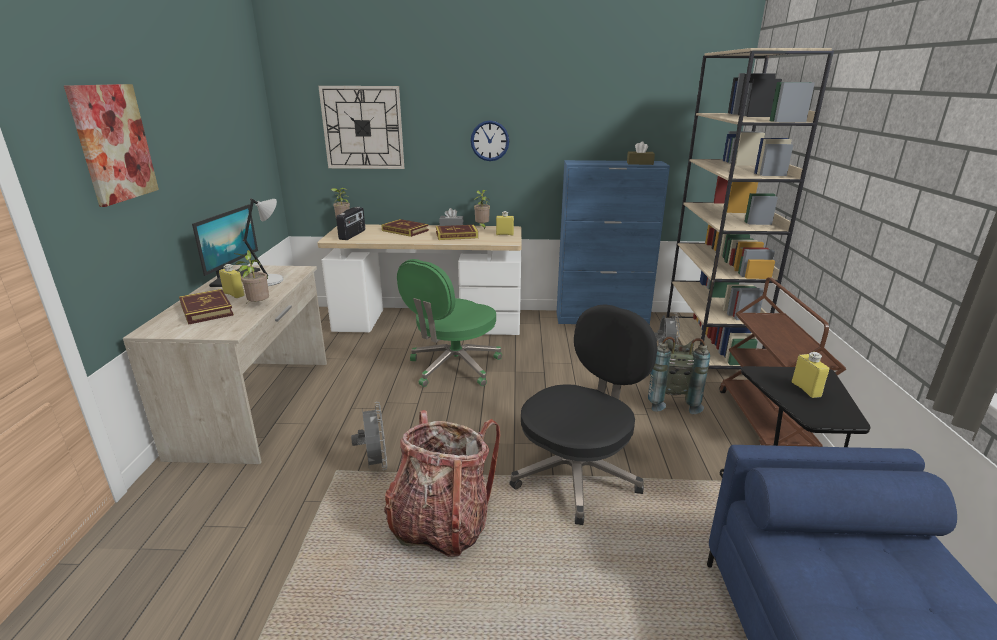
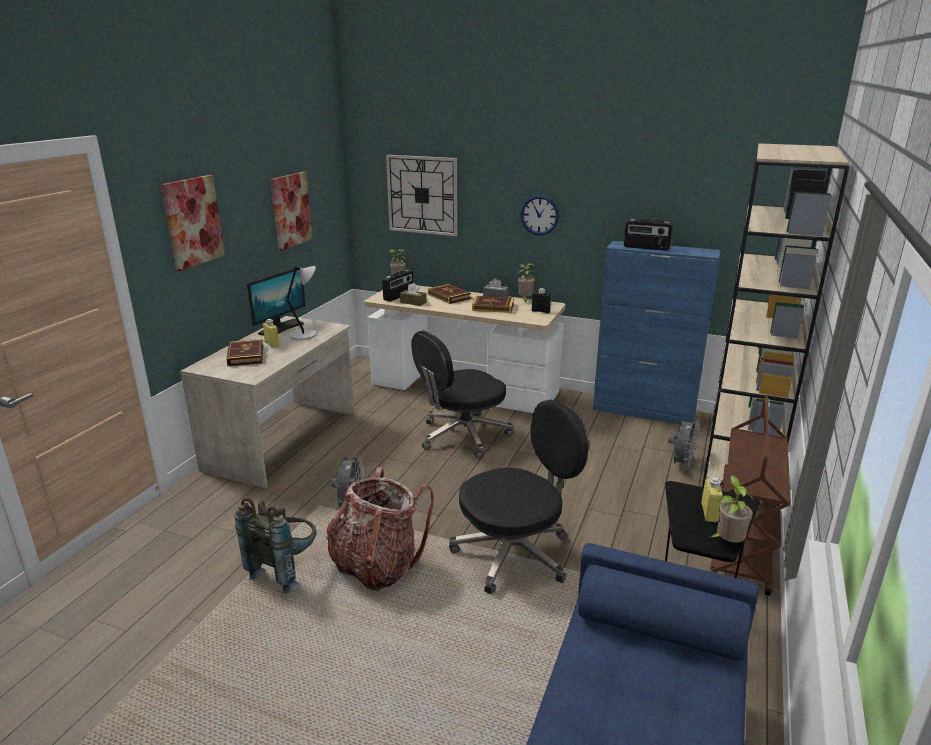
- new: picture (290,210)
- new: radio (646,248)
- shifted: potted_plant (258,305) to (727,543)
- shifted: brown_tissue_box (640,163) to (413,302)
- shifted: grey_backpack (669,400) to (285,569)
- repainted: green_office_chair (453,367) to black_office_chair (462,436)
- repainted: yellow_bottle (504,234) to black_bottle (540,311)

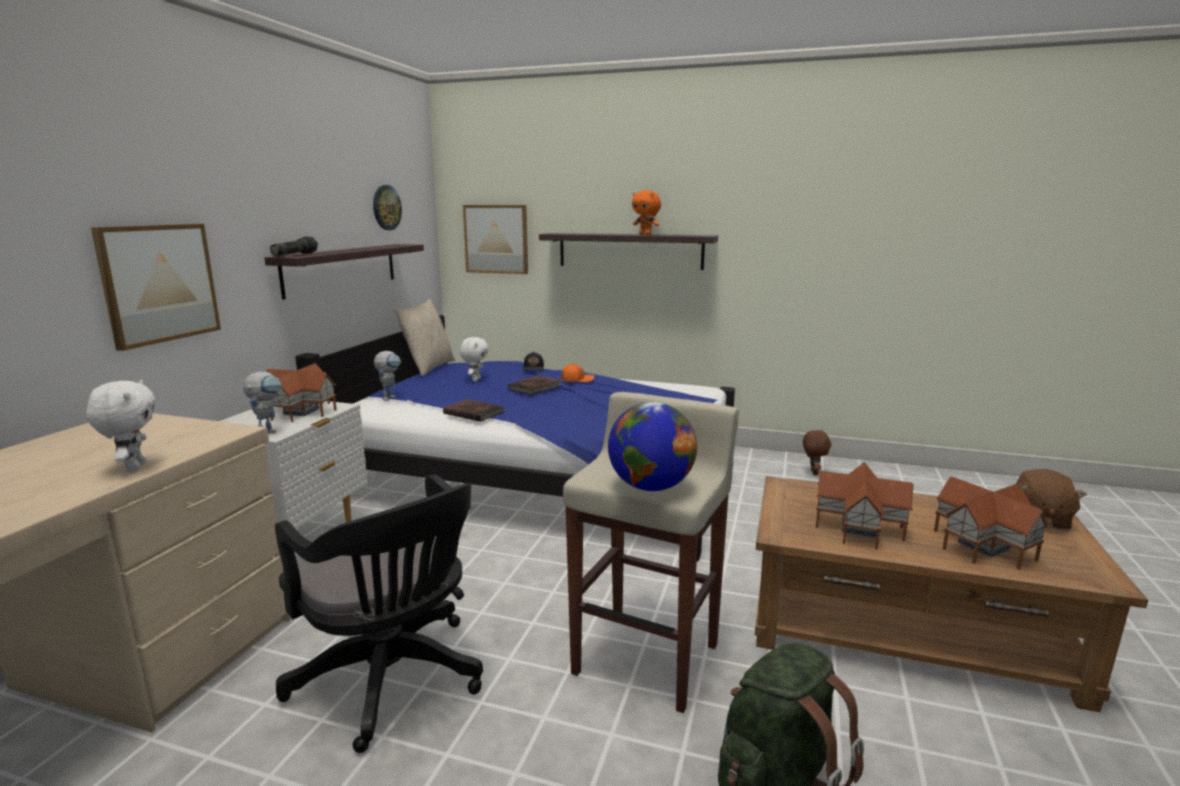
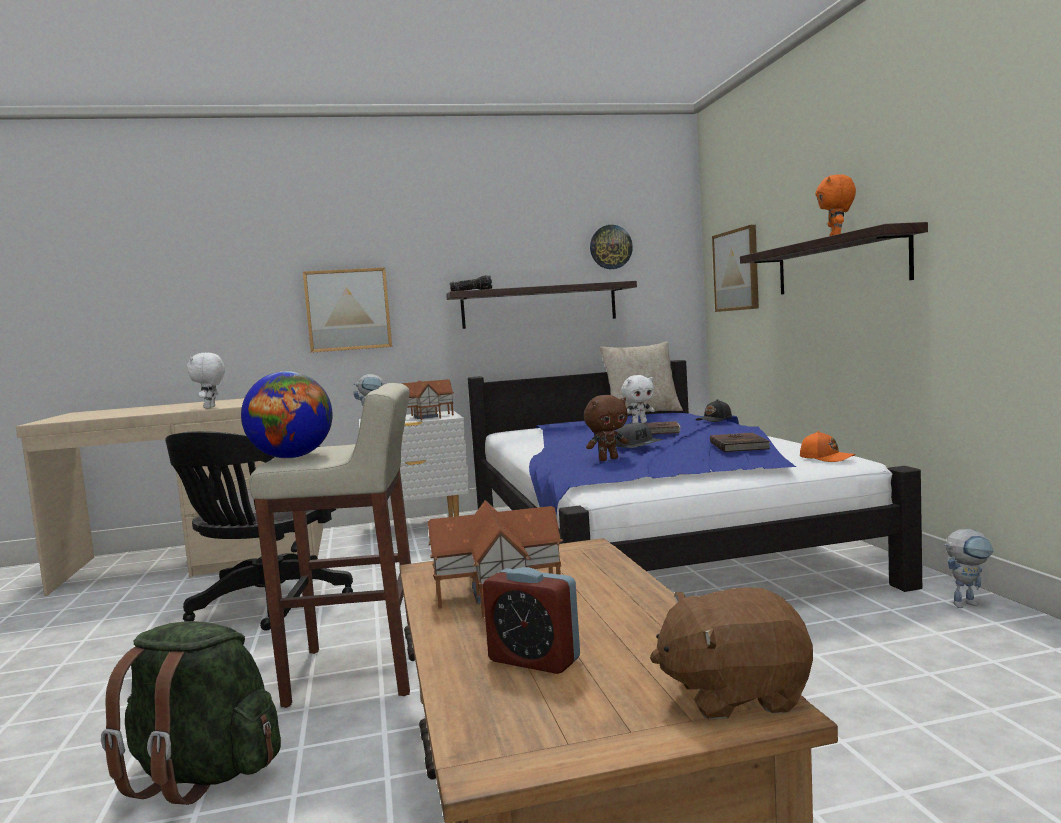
- new: grey_cap (638,446)
- shifted: toy_robot (390,397) to (969,603)
- shifted: brown_book (473,412) to (740,445)
- shifted: orange_cap (577,379) to (826,458)
- shifted: brown_plush_toy (813,472) to (608,459)
- swapped: toy_house (983,544) to alarm_clock (534,660)
- rotated: white_plush_toy (134,467) = (210,407) 135 degrees clockwise

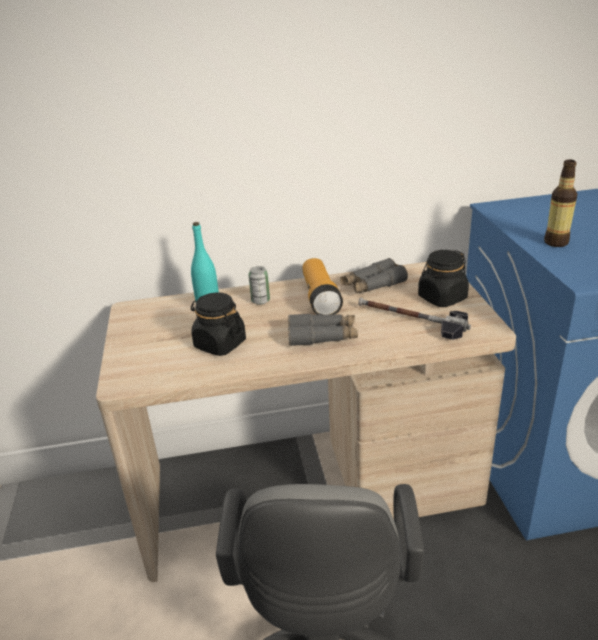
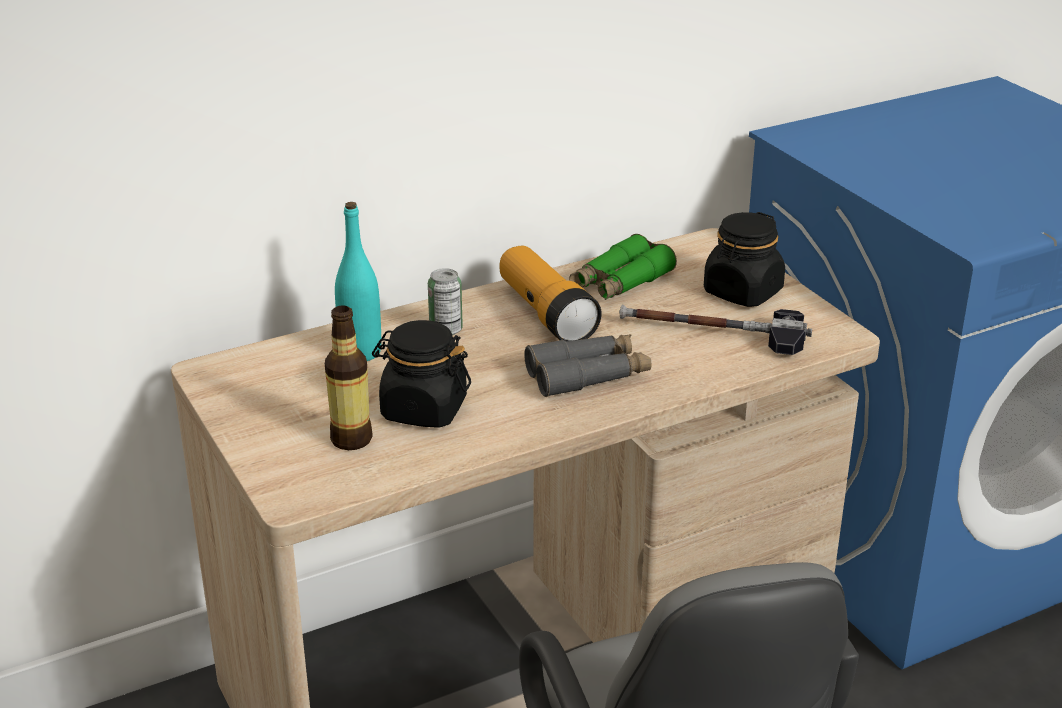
- shifted: bottle (556,242) to (351,439)
- repainted: grey_binoculars (373,285) to green_binoculars (620,282)

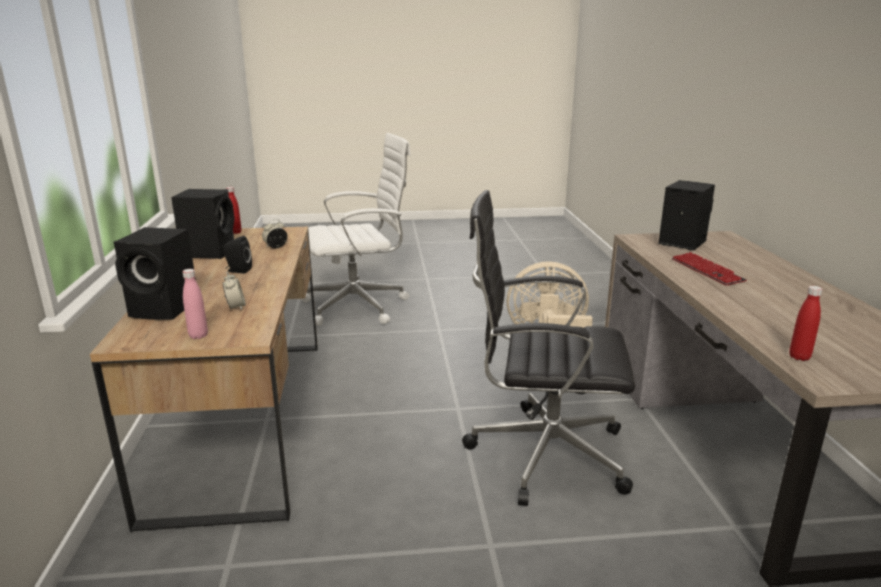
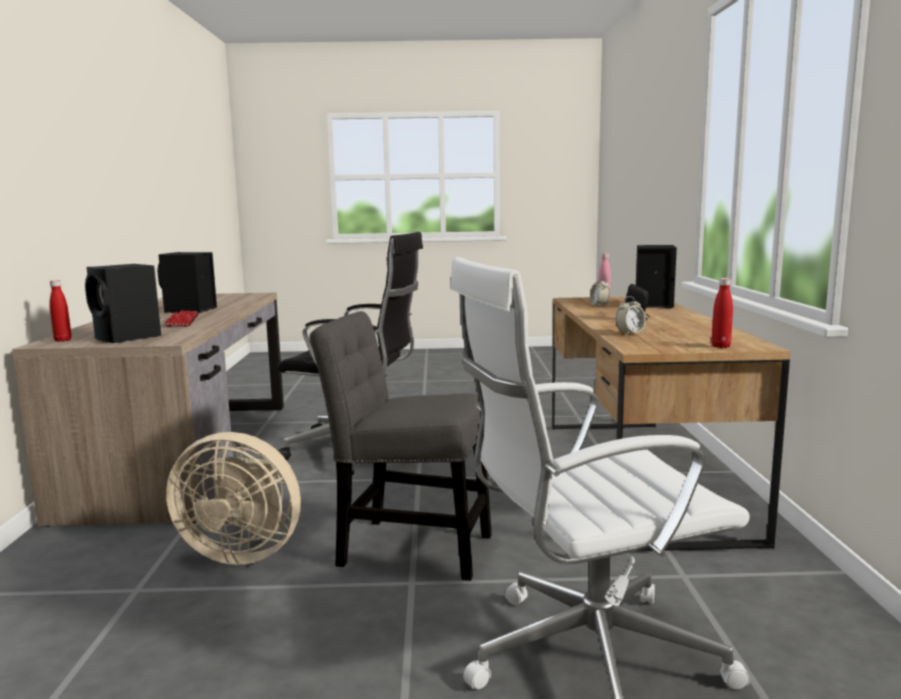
- new: grey_chair (408,548)
- shifted: black_speaker (210,252) to (189,310)
- shifted: red_bottle (799,357) to (63,340)

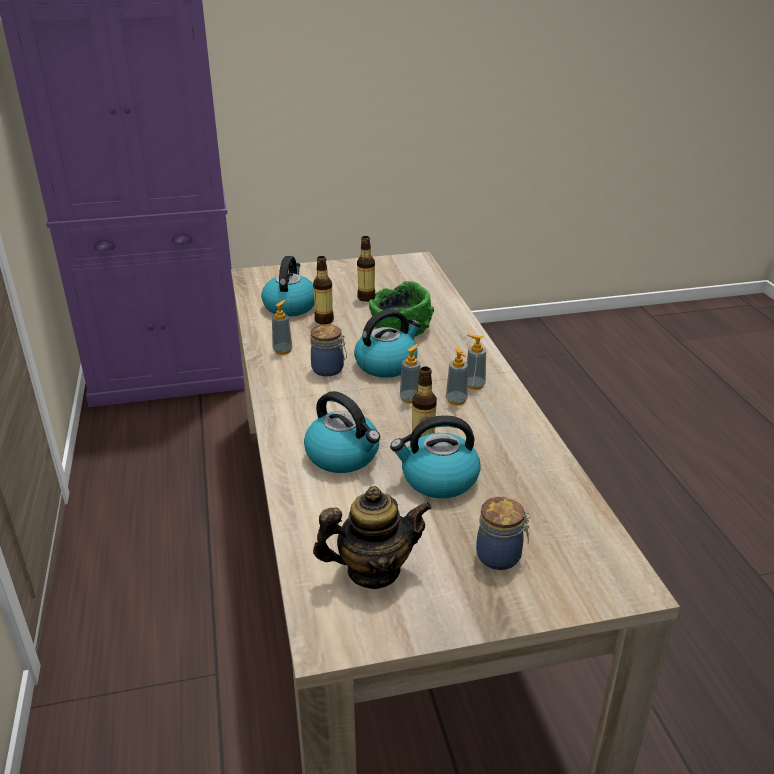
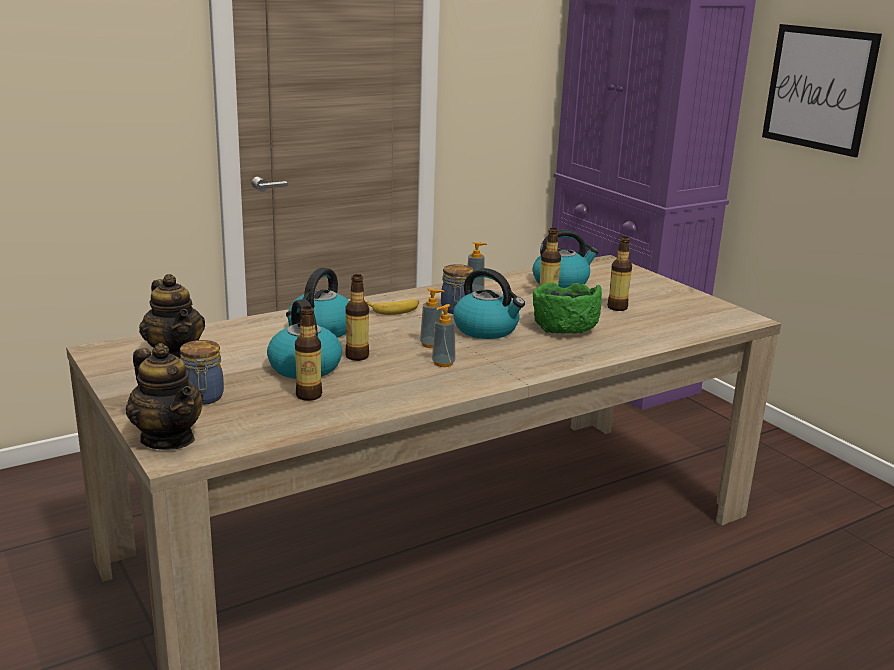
- gone: soap_dispenser (474,385)
- new: teapot (168,439)
- new: bottle (309,395)
- new: banana (394,310)
- new: picture (819,88)

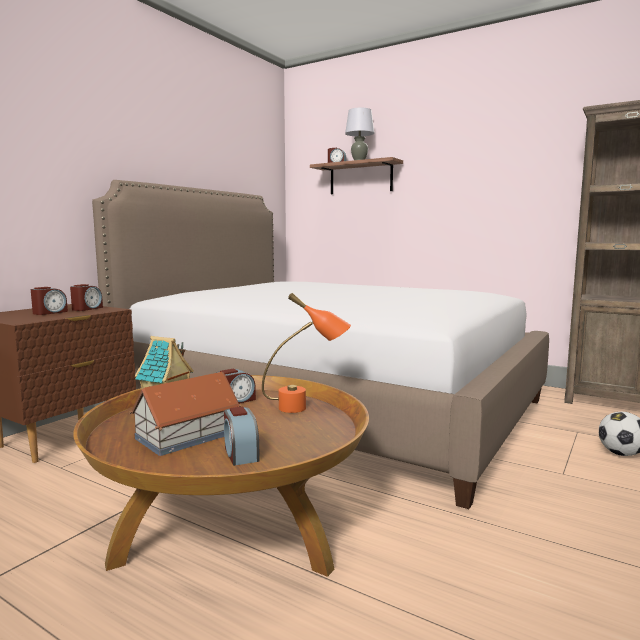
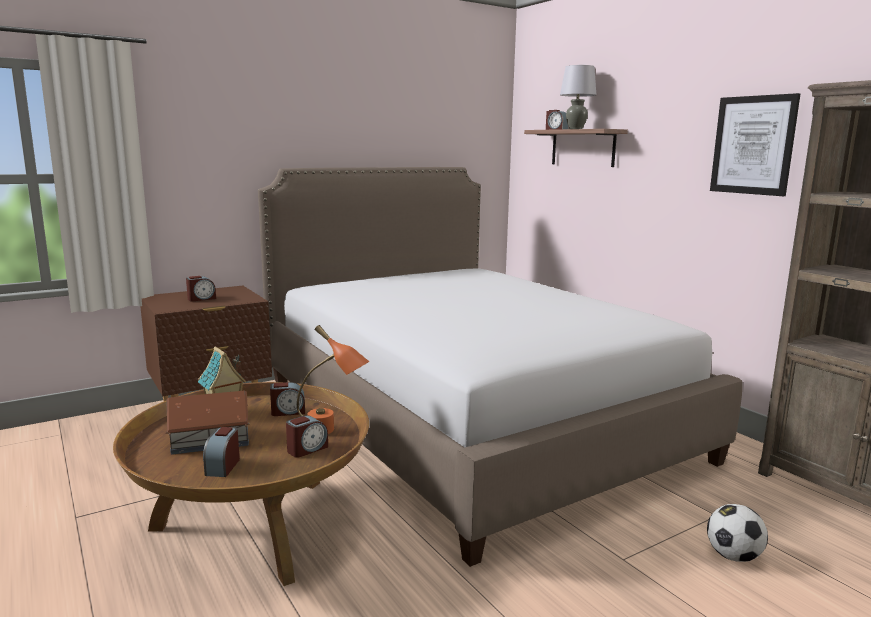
- new: picture (753,145)
- shifted: alarm_clock (87,309) to (307,449)

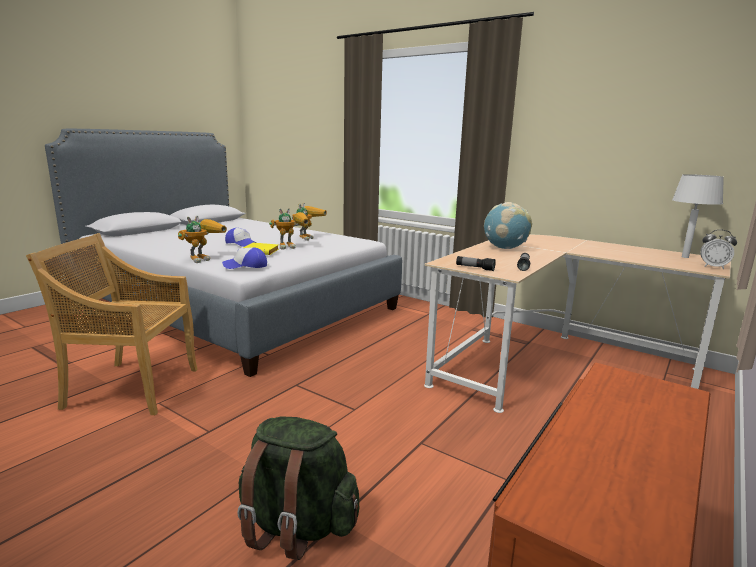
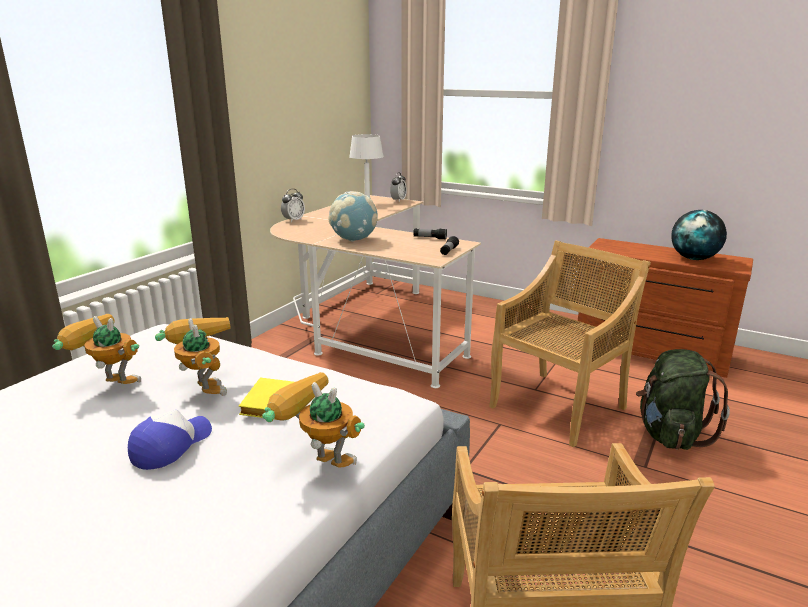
- gone: cap (246,266)
- new: alarm_clock (293,220)
- new: beige_chair (558,406)
- new: globe (694,259)

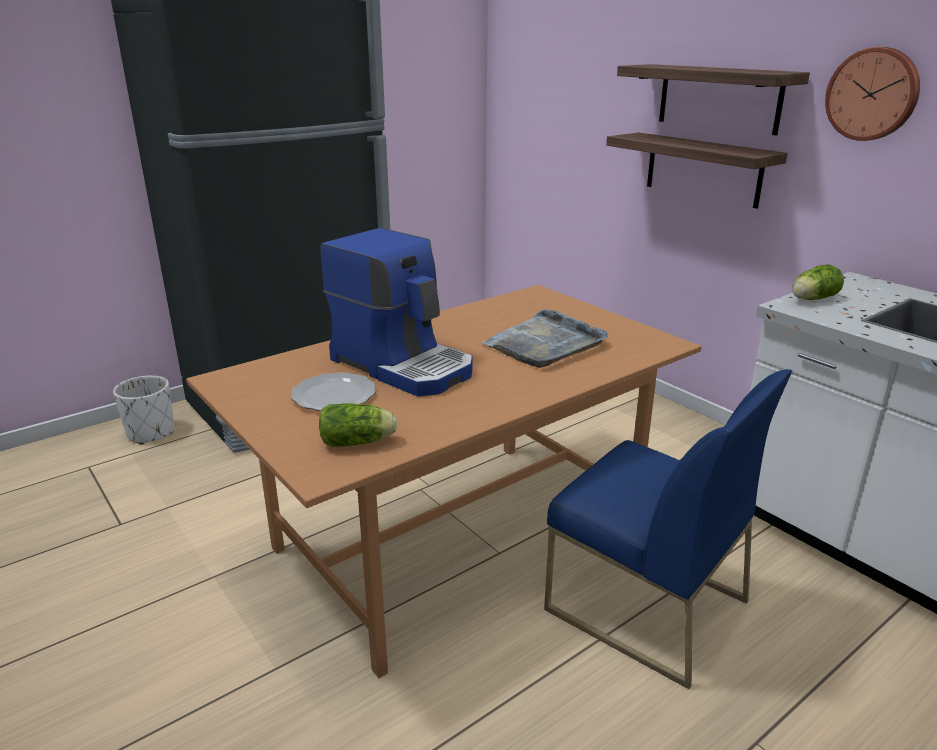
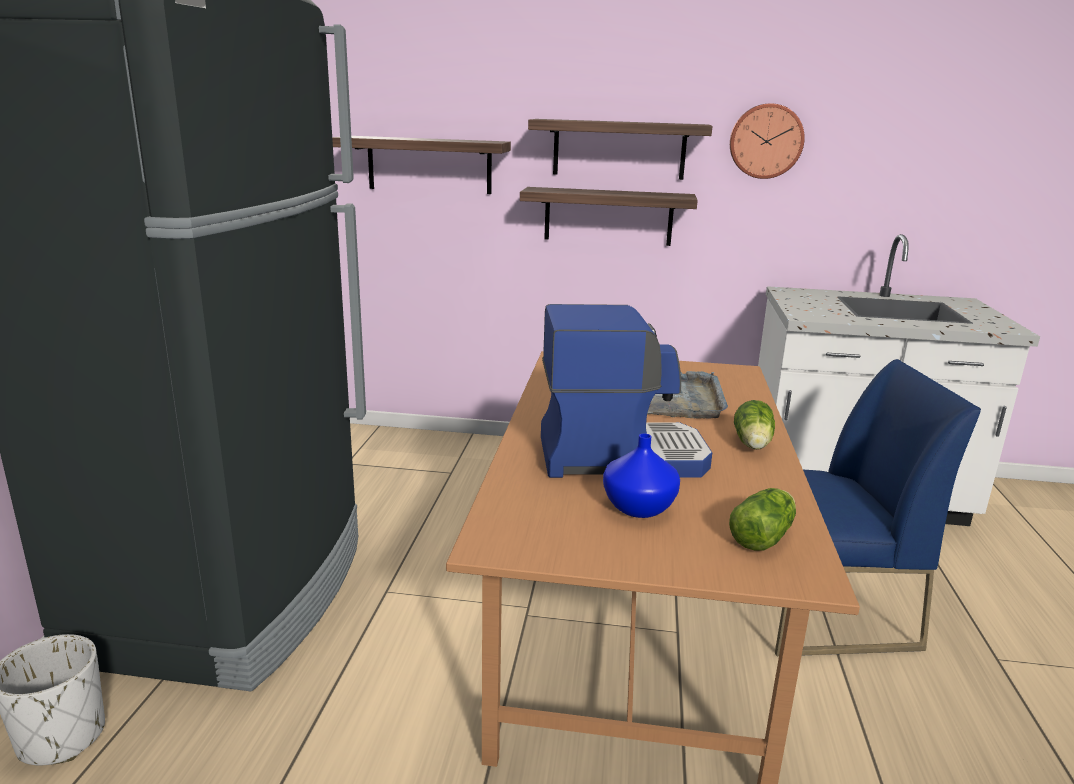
- new: shelf (429,165)
- shifted: lettuce (812,299) to (752,444)
- swapped: plate (335,395) to blue_vase (639,507)

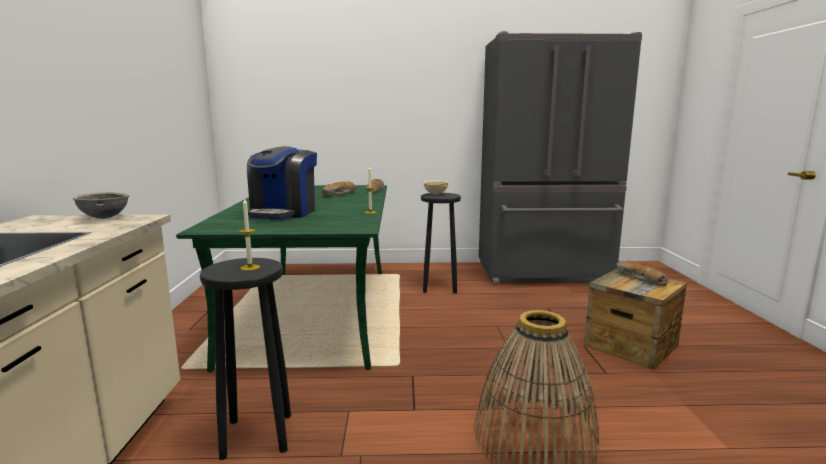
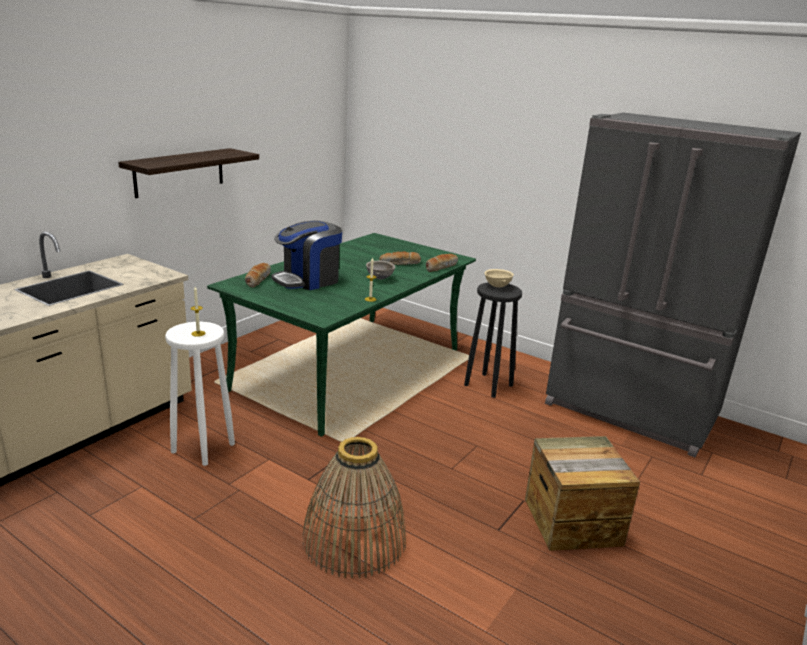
- new: shelf (179,172)
- shifted: grey_bowl (105,218) to (380,278)
- shifted: bread (639,279) to (258,279)
- repainted: black_stool (256,435) to white_stool (202,447)

